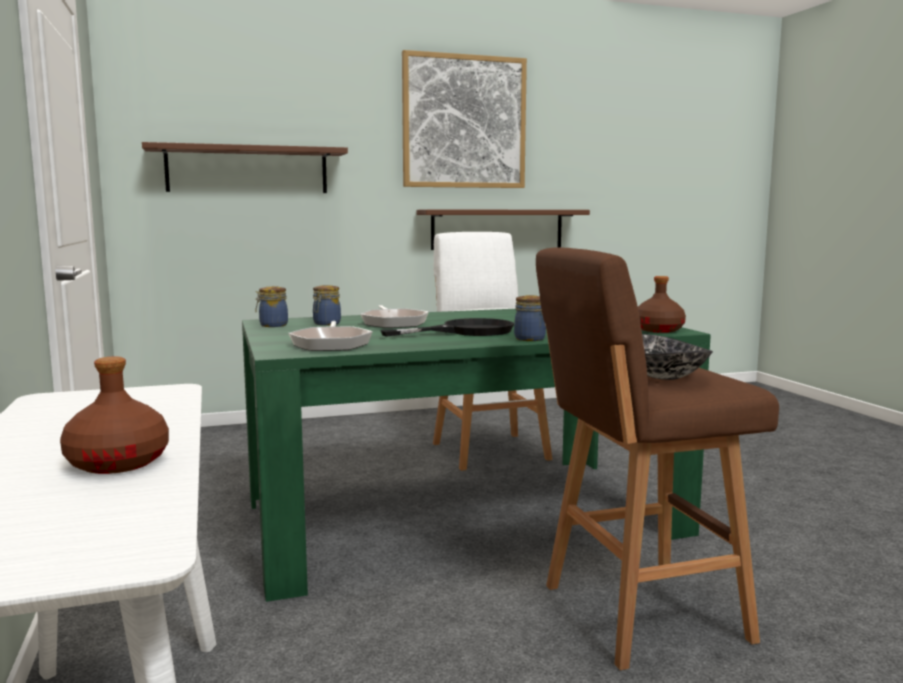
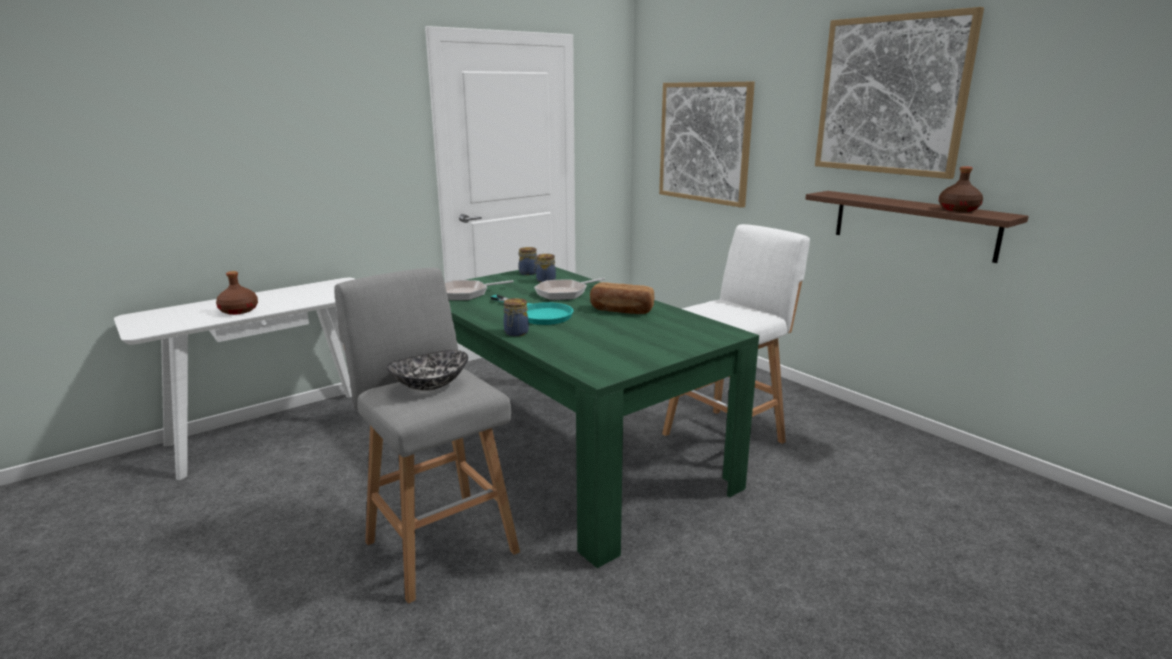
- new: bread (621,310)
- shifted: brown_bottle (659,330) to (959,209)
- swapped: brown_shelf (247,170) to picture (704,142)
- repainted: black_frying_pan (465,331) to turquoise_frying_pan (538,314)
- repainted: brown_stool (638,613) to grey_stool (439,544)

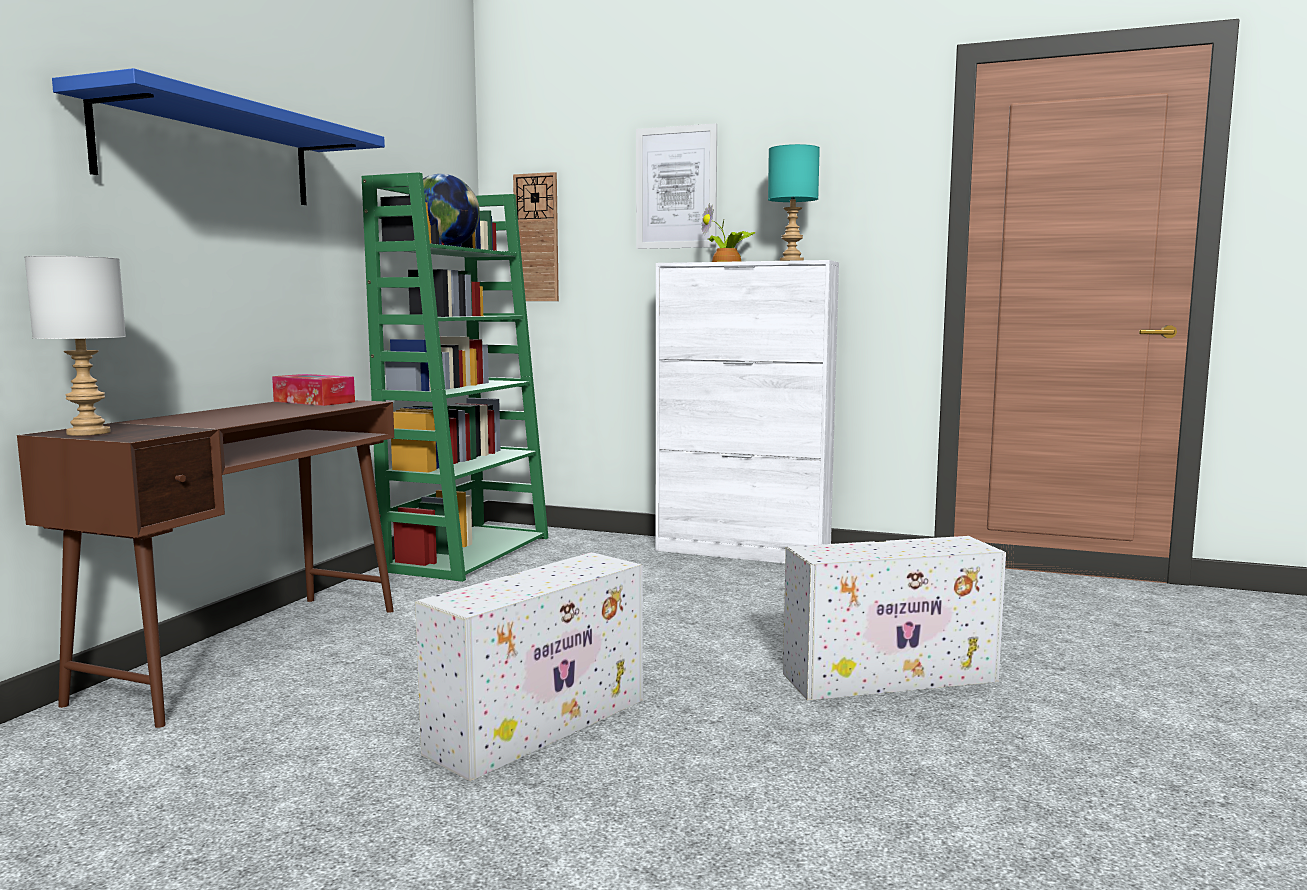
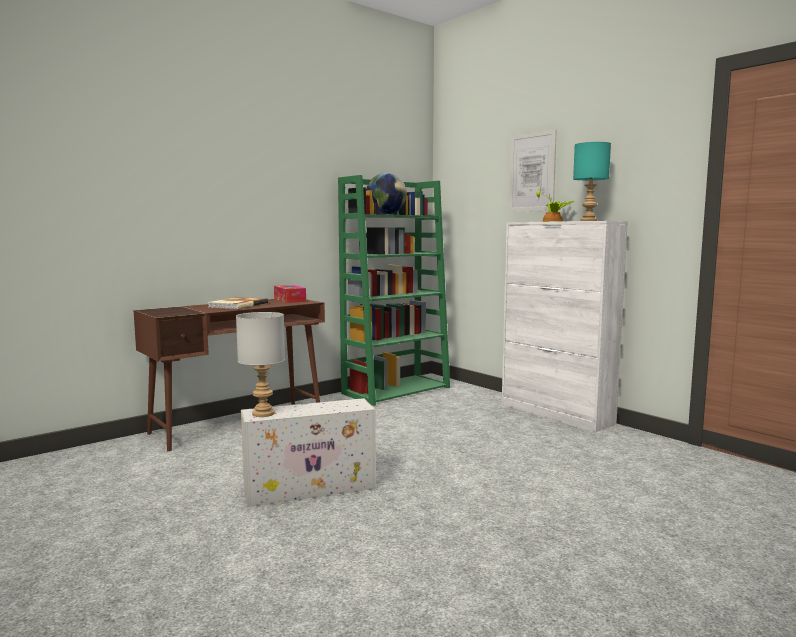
- gone: blue_shelf (209,153)
- gone: wall_clock (536,238)
- gone: white_storage_box (892,677)
- new: book (237,305)
- shifted: grey_table_lamp (90,432) to (264,413)

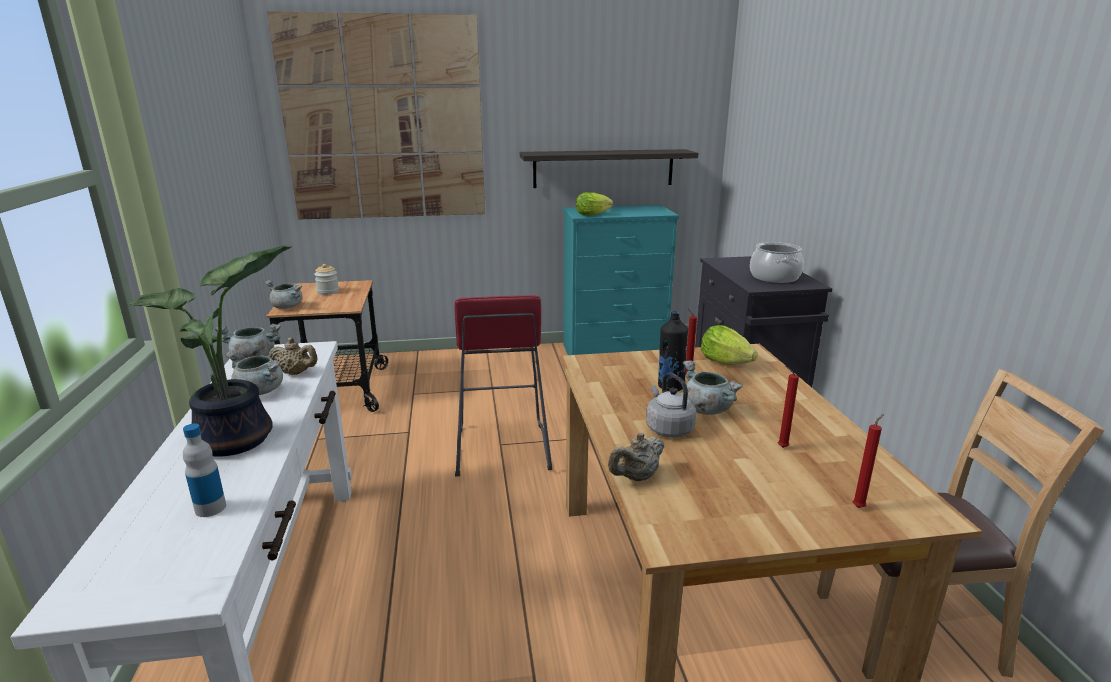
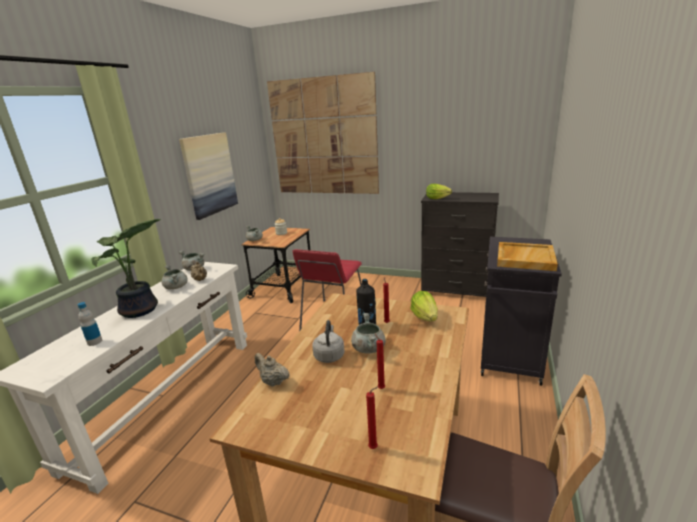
- gone: shelf (603,168)
- new: picture (209,174)
- swapped: cooking_pot (774,277) to beige_tray (524,258)
- repainted: turquoise_dresser (615,351) to black_dresser (456,290)
- rotated: beige_teapot (636,477) = (273,381) 45 degrees clockwise

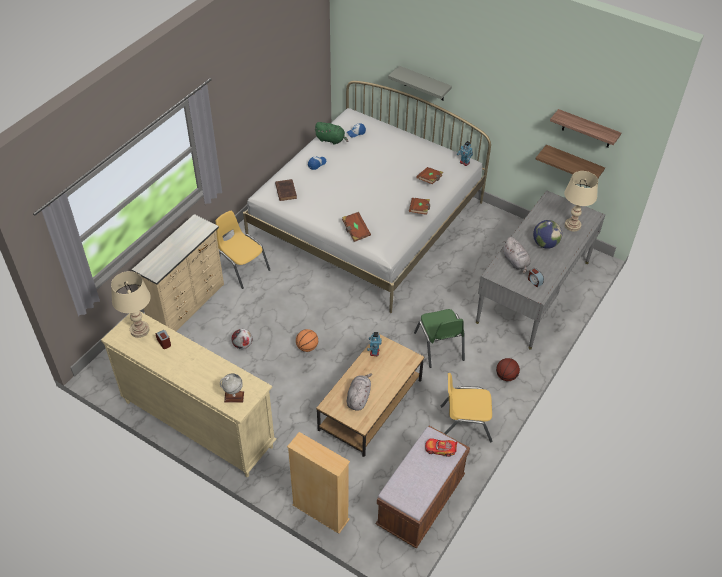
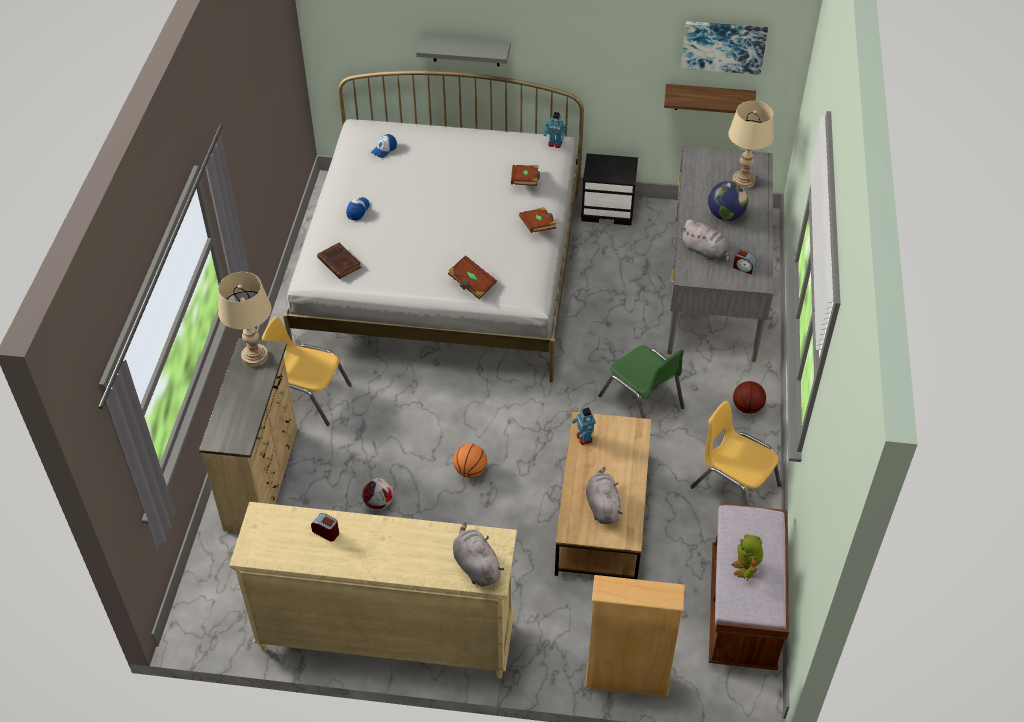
- gone: green_plush_toy (331,140)
- gone: toy_car (440,449)
- new: black_nightstand (608,209)
- new: toy_robot (746,568)
- shifted: beige_table_lamp (139,330) to (254,356)
- swapped: globe (234,397) to grey_plush_toy (476,566)
- swapped: shelf (587,129) to picture (723,46)
- rotated: yellow_chair (465,423) = (734,486) 60 degrees clockwise

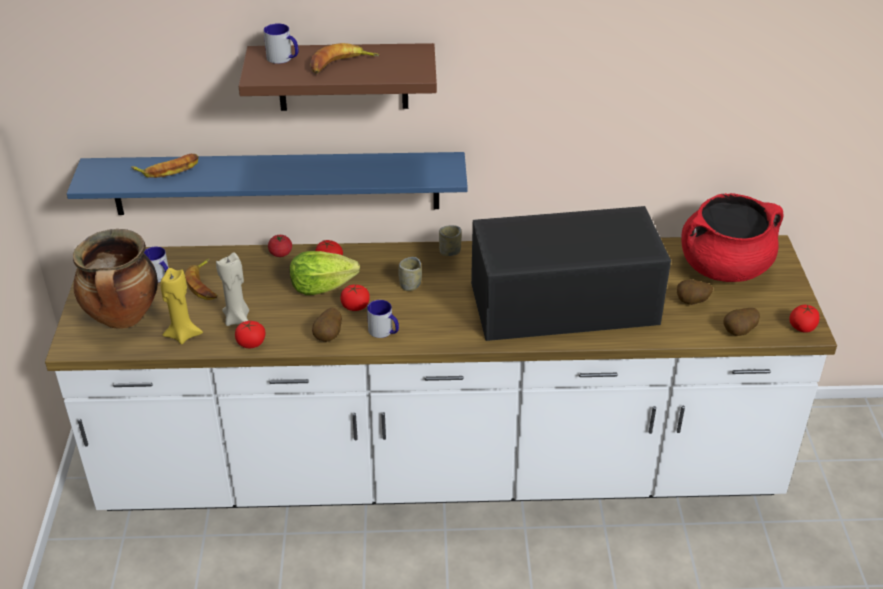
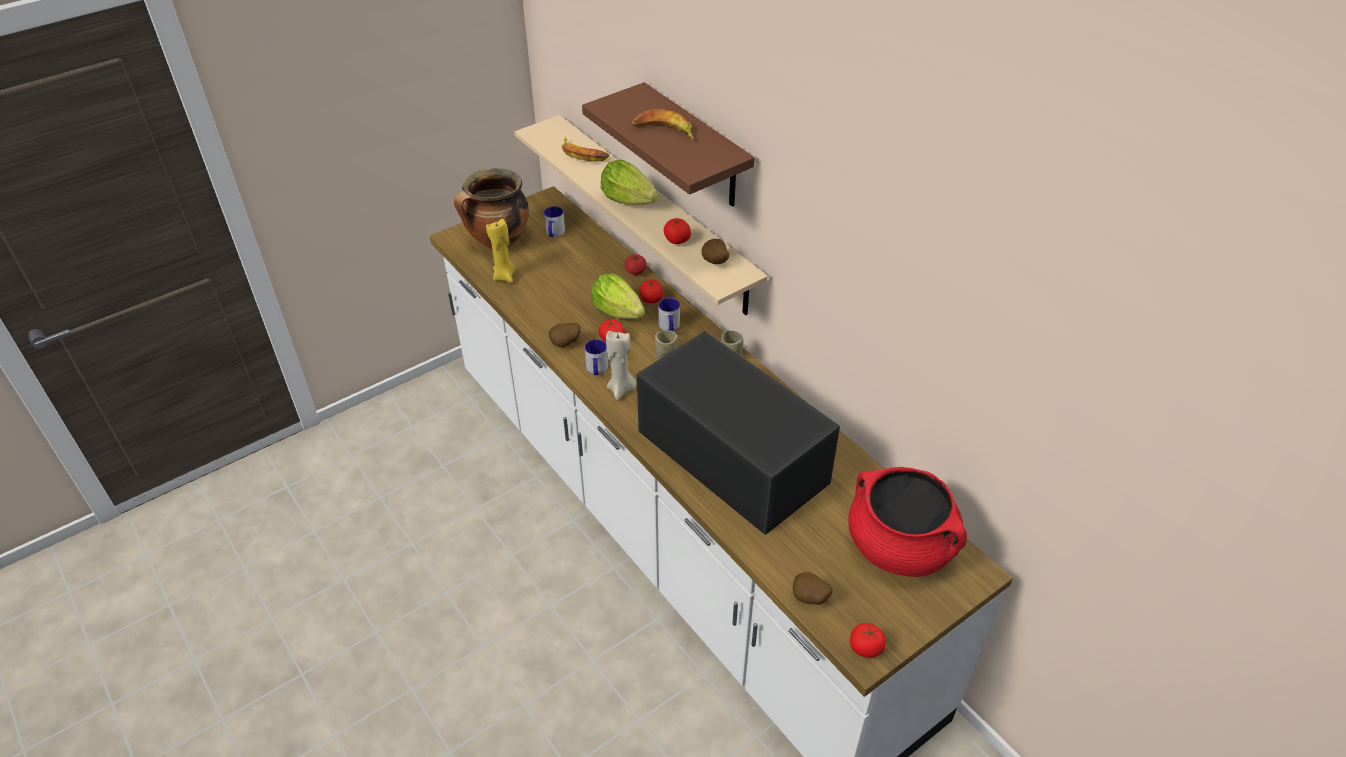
- gone: banana (204,284)
- new: lettuce (628,200)
- shifted: beige_candle (238,319) to (621,389)
- shifted: tomato (251,343) to (677,240)
- shifted: mug (283,59) to (669,327)
- shifted: potato (691,303) to (714,263)
- repainted: blue_shelf (276,183) to beige_shelf (653,213)

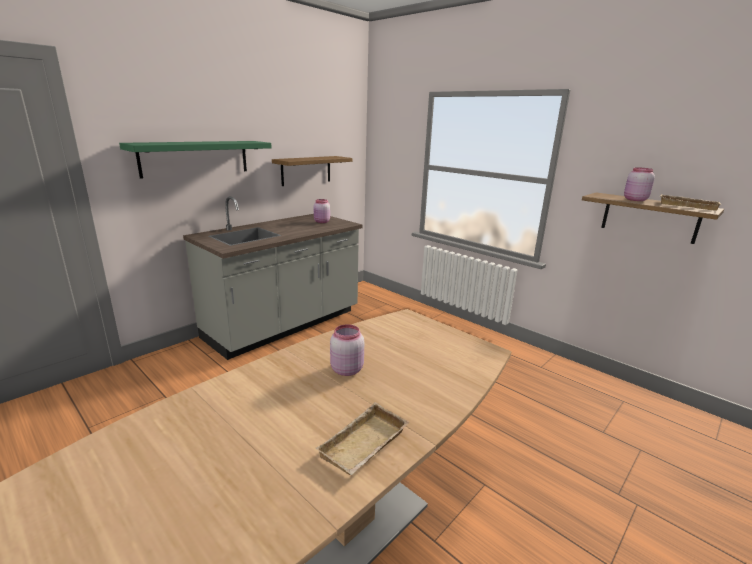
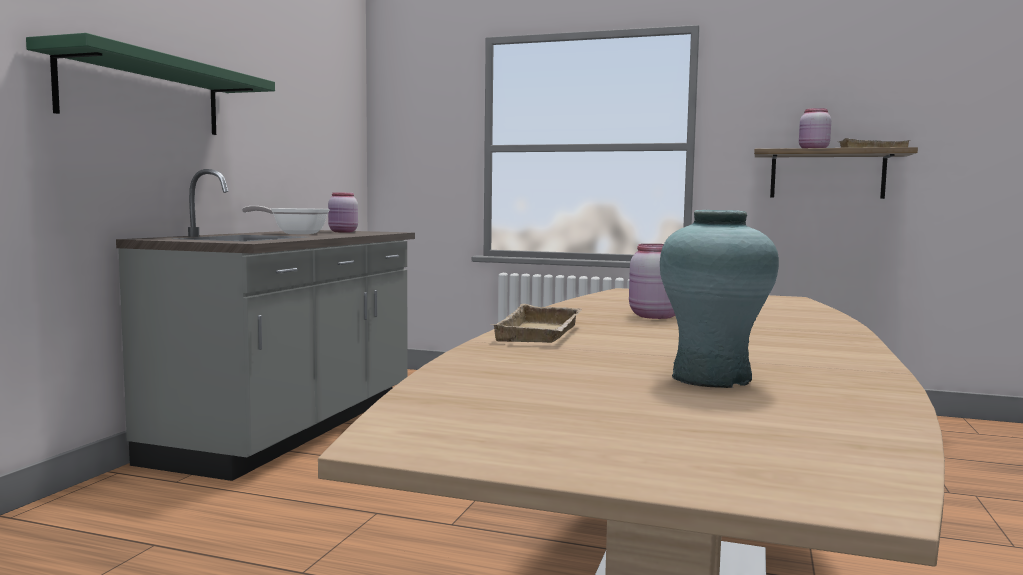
- gone: shelf (306,170)
- new: frying_pan (295,233)
- new: turquoise_vase (711,378)
- shifted: beige_tray (365,446) to (542,334)

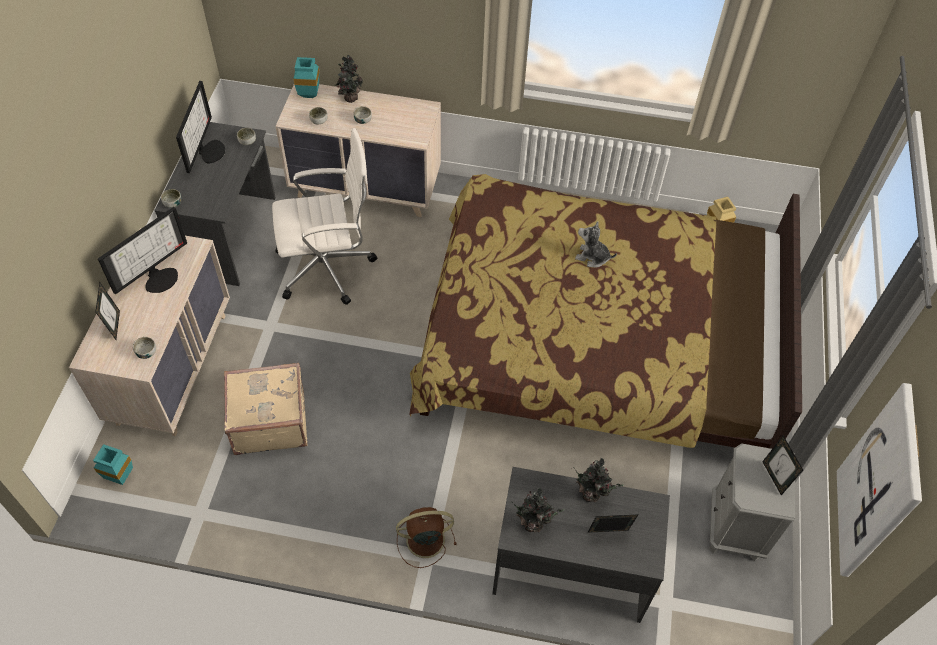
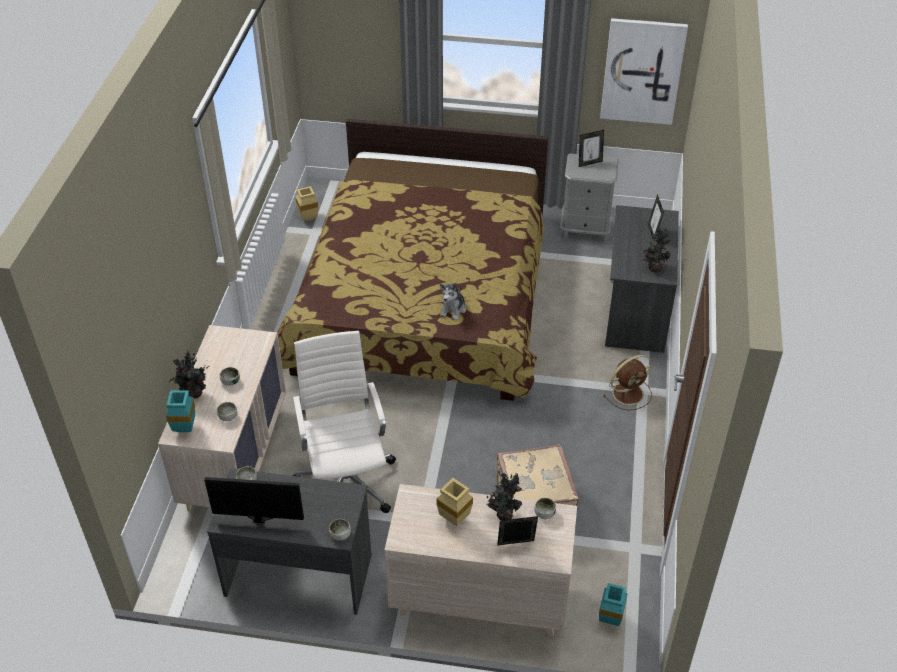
- shifted: potted_plant (592,494) to (504,513)
- shifted: plush_toy (592,257) to (453,309)
- swapped: monitor (160,278) to beige_vase (452,519)
- rotated: brown_fan (423,540) = (629,393) 105 degrees counterclockwise

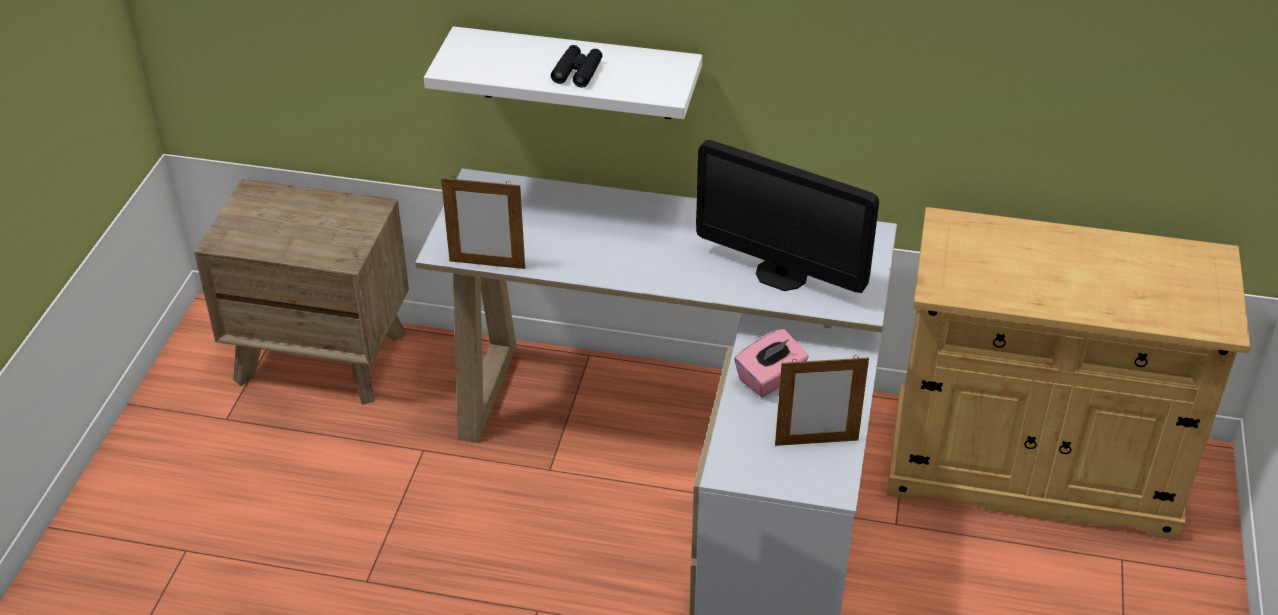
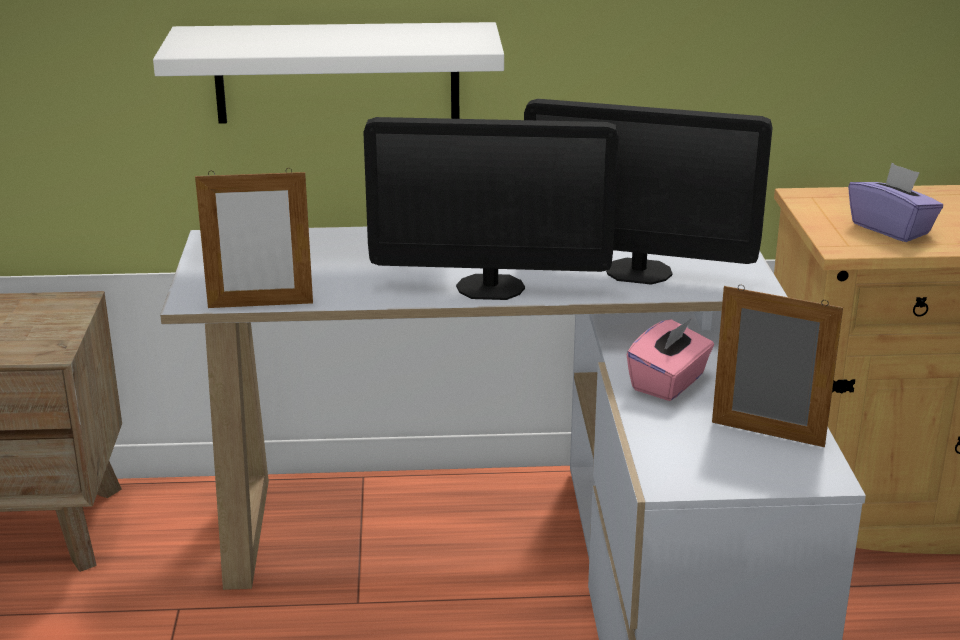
- gone: black_binoculars (577,72)
- new: monitor (490,287)
- new: purple_tissue_box (891,229)
- rotated: picture_frame (816,442) = (767,434) 135 degrees counterclockwise

